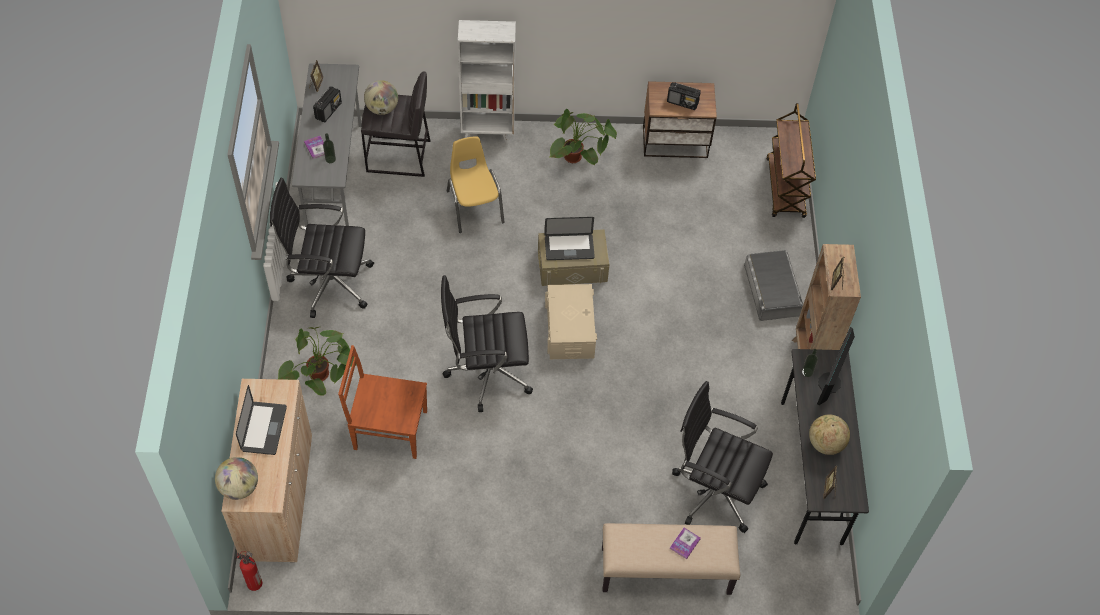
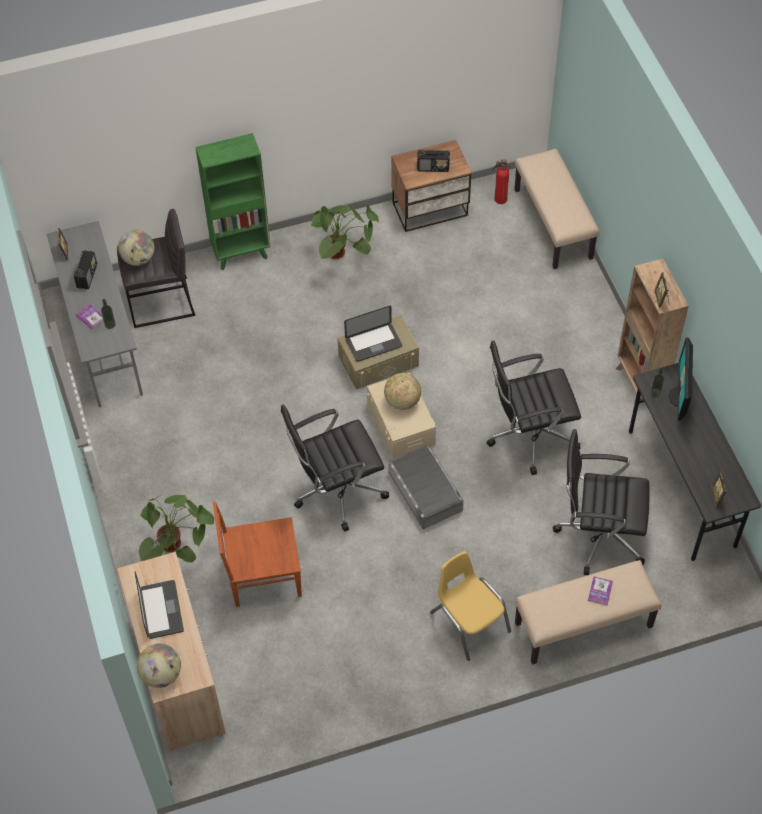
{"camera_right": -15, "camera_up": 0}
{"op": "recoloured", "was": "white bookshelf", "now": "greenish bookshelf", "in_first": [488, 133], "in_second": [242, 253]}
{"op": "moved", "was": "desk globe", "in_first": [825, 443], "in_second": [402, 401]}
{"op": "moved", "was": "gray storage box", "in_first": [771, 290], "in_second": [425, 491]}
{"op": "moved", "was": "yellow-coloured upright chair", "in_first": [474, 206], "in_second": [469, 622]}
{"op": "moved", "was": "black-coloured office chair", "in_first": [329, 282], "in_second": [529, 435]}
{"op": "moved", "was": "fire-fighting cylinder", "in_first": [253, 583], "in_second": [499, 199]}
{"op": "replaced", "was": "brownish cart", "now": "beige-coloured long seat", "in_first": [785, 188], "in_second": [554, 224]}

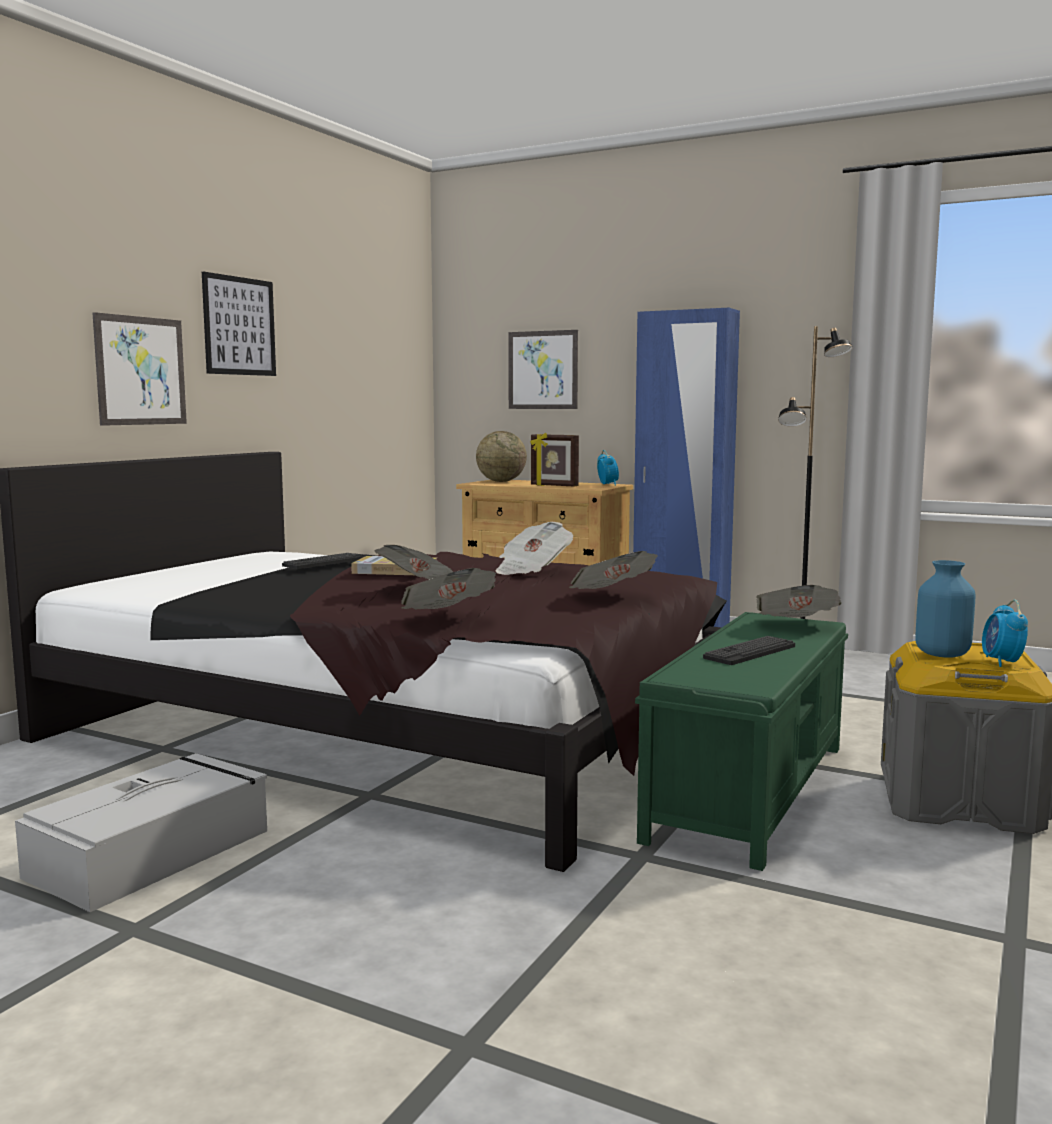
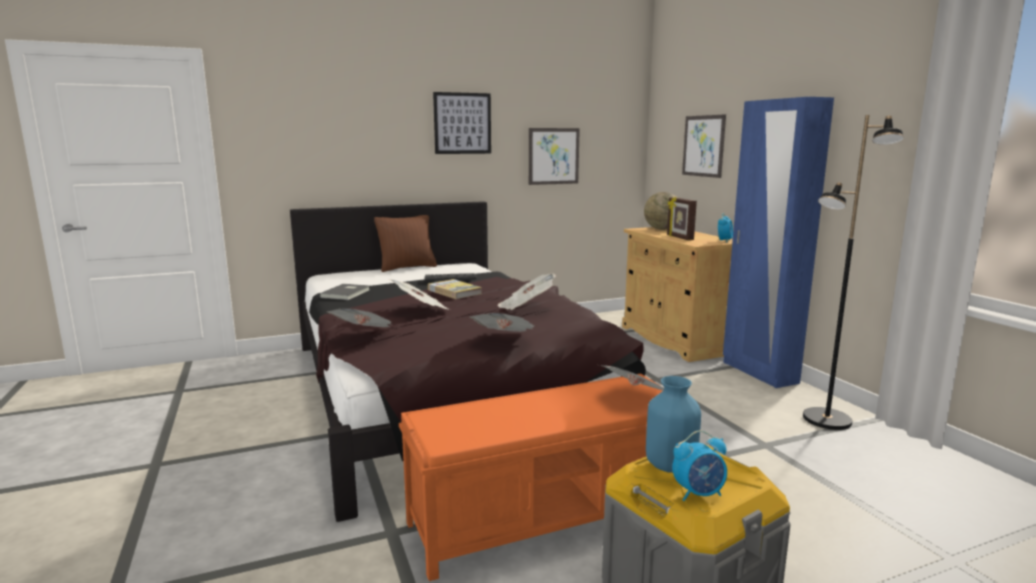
{"camera_right": 40, "camera_up": 5}
{"op": "added", "now": "gray bound book", "in_second": [347, 293]}
{"op": "added", "now": "brownish cushion", "in_second": [407, 268]}
{"op": "recoloured", "was": "greenish long seat", "now": "orange-coloured long seat", "in_first": [750, 790], "in_second": [549, 517]}
{"op": "moved", "was": "wall art", "in_first": [141, 371], "in_second": [553, 156]}
{"op": "turned", "was": "bedside clock", "in_first": [1002, 662], "in_second": [698, 494], "clockwise": -150}
{"op": "removed", "was": "gray storage box", "in_first": [153, 852]}
{"op": "removed", "was": "PC keyboard", "in_first": [750, 652]}

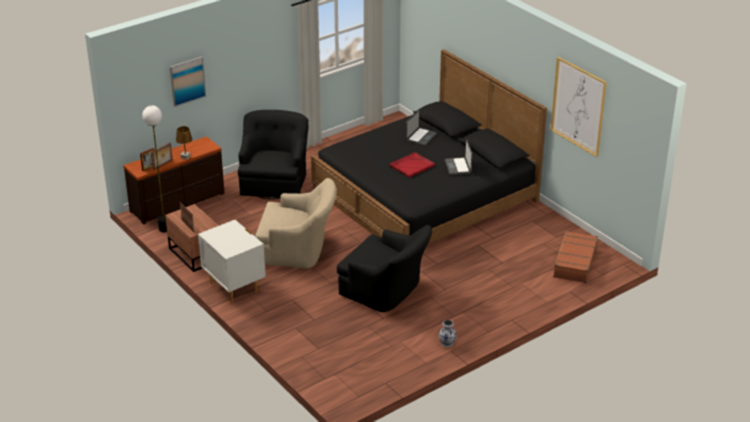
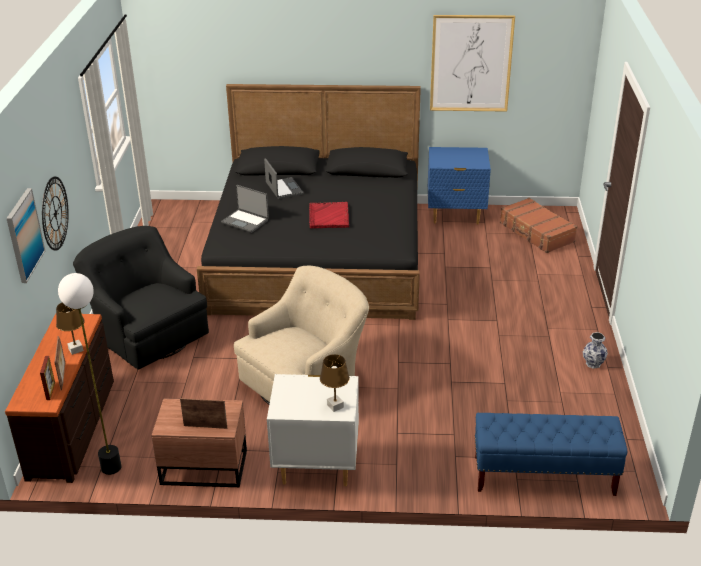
{"camera_right": -50, "camera_up": 0}
{"op": "added", "now": "wall clock", "in_second": [55, 213]}
{"op": "moved", "was": "notebook computer", "in_first": [458, 167], "in_second": [245, 221]}
{"op": "added", "now": "brownish tabletop lamp", "in_second": [335, 406]}
{"op": "added", "now": "blue nightstand", "in_second": [455, 216]}
{"op": "added", "now": "blue long seat", "in_second": [543, 476]}
{"op": "removed", "was": "black-coloured armchair", "in_first": [386, 291]}

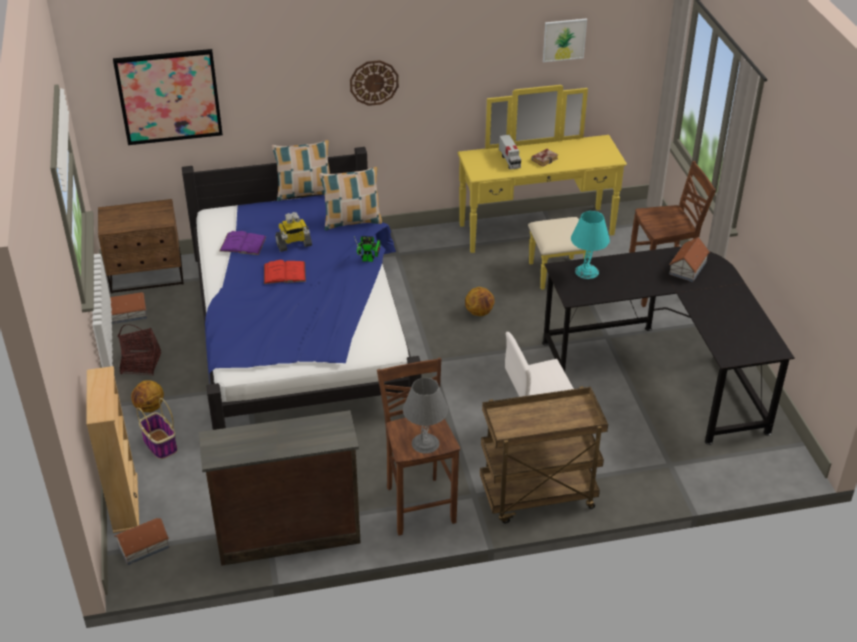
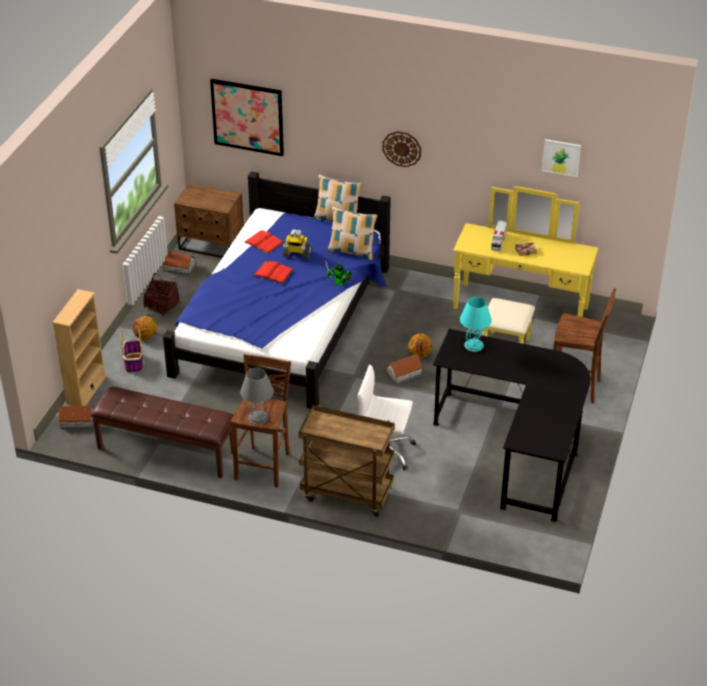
{"camera_right": 30, "camera_up": 0}
{"op": "replaced", "was": "brownish chest of drawers", "now": "brownish long seat", "in_first": [287, 535], "in_second": [166, 451]}
{"op": "recoloured", "was": "purple-coloured bound book", "now": "red-coloured bound book", "in_first": [243, 244], "in_second": [264, 242]}
{"op": "moved", "was": "toy house", "in_first": [687, 268], "in_second": [403, 374]}

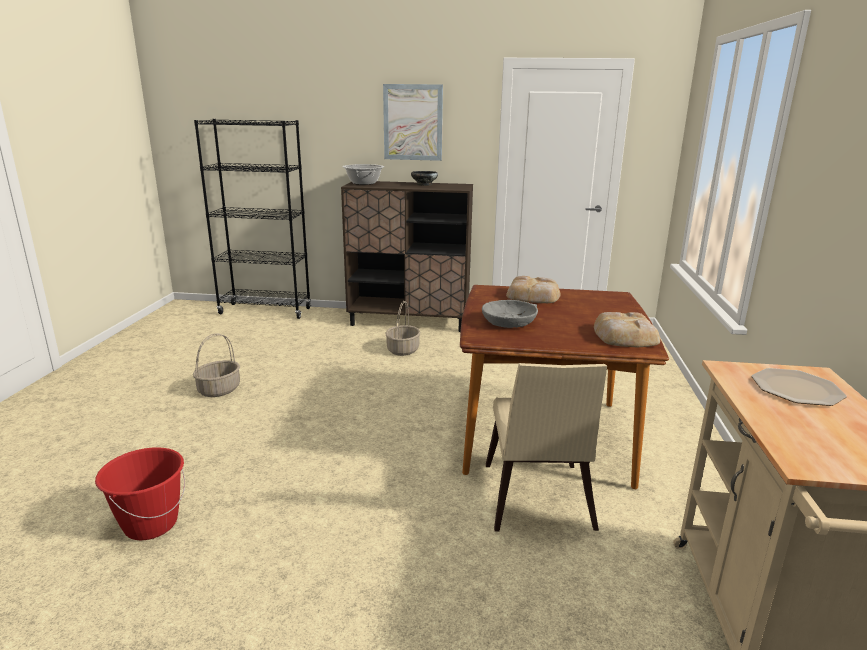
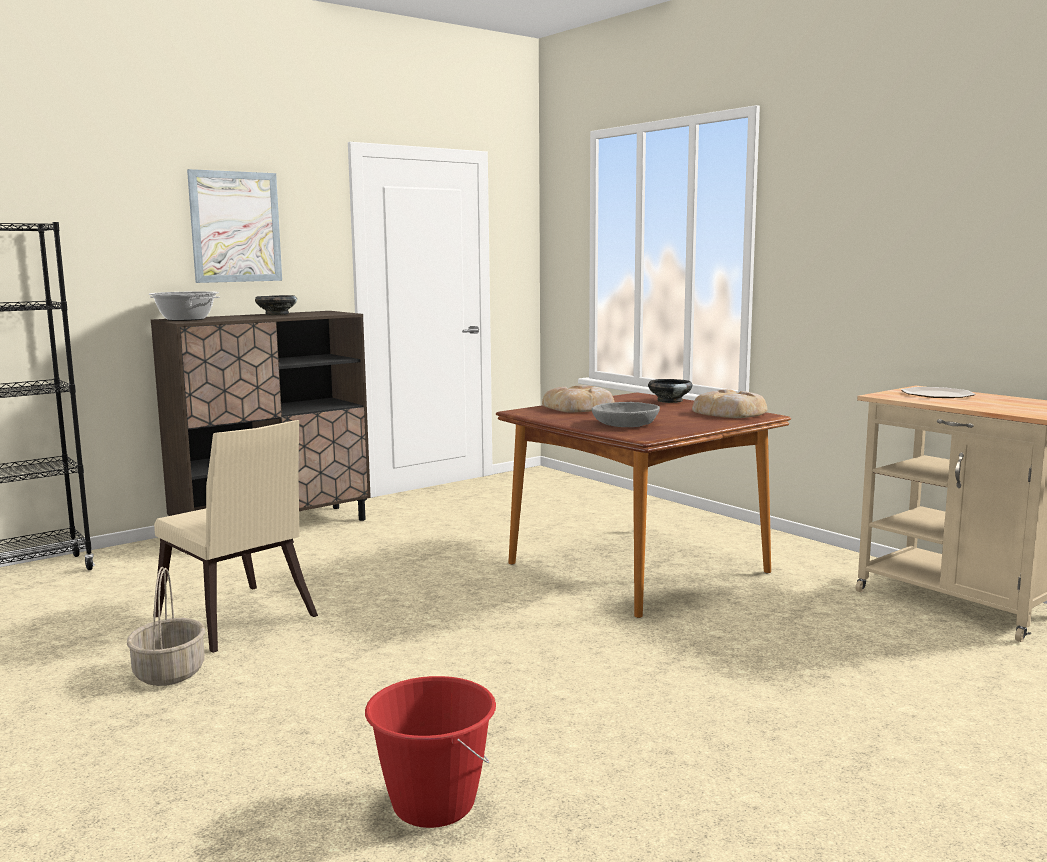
{"camera_right": -45, "camera_up": -10}
{"op": "moved", "was": "beige-coloured upright chair", "in_first": [536, 502], "in_second": [238, 621]}
{"op": "added", "now": "black-coloured bowl", "in_second": [669, 401]}
{"op": "removed", "was": "storage basket", "in_first": [402, 350]}

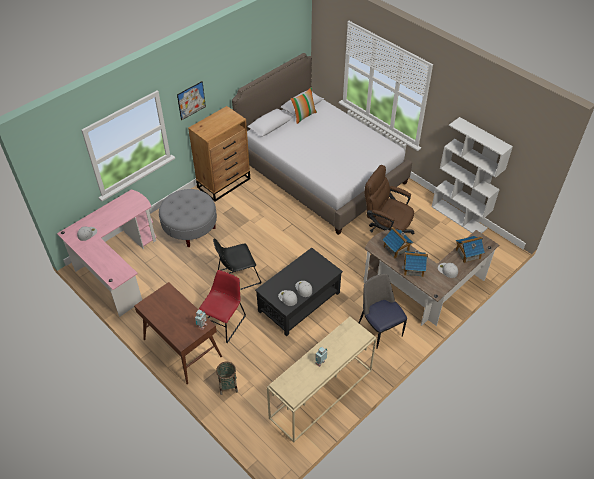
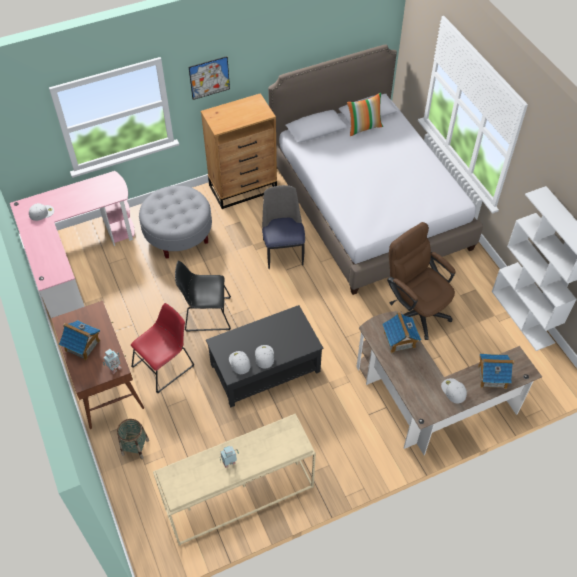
{"camera_right": 20, "camera_up": 5}
{"op": "moved", "was": "toy house", "in_first": [413, 268], "in_second": [82, 346]}
{"op": "moved", "was": "upright chair", "in_first": [379, 329], "in_second": [283, 251]}

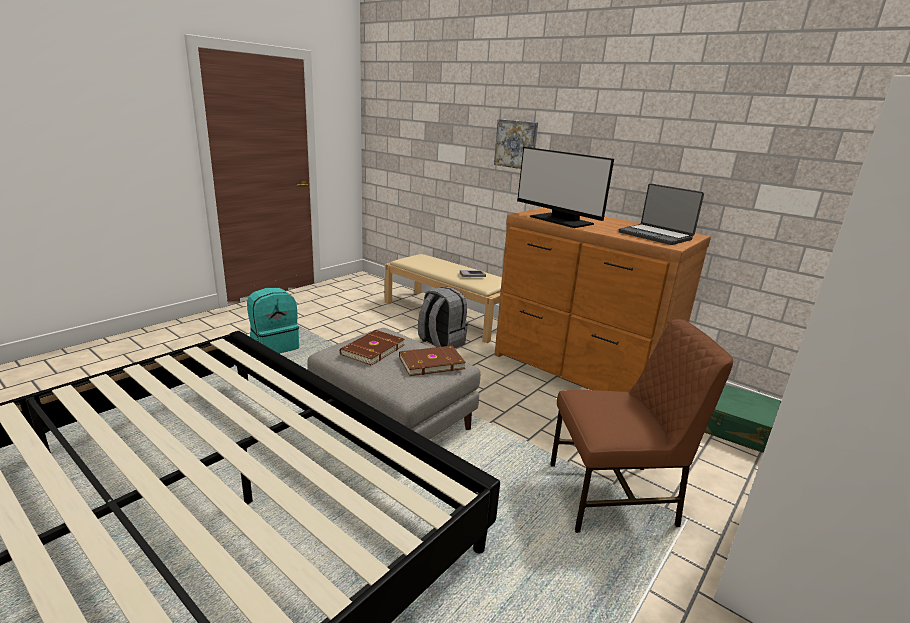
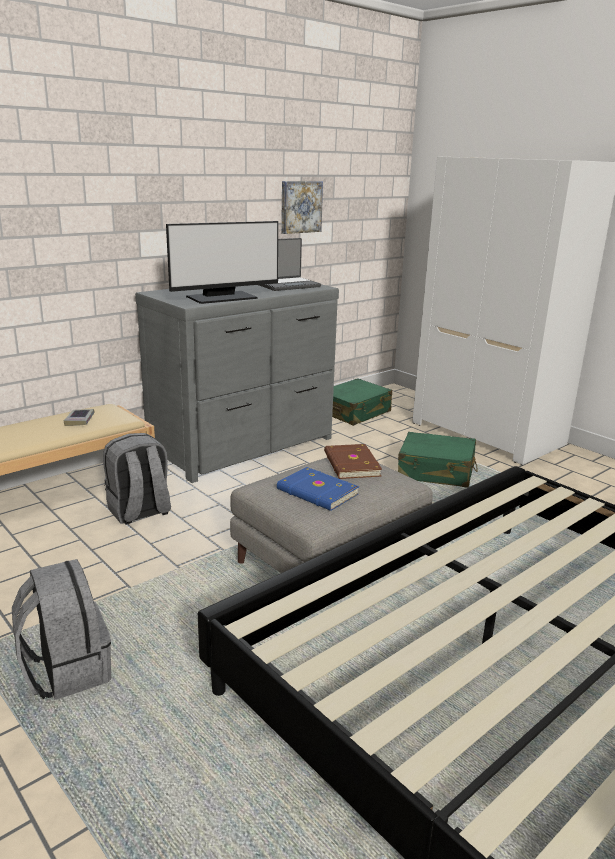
{"camera_right": -80, "camera_up": 0}
{"op": "recoloured", "was": "turquoise rucksack", "now": "gray rucksack", "in_first": [274, 346], "in_second": [66, 670]}
{"op": "recoloured", "was": "brownish chest of drawers", "now": "gray chest of drawers", "in_first": [579, 370], "in_second": [244, 446]}
{"op": "recoloured", "was": "brownish bound book", "now": "blue bound book", "in_first": [372, 349], "in_second": [317, 492]}
{"op": "moved", "was": "wall art", "in_first": [516, 144], "in_second": [300, 207]}
{"op": "replaced", "was": "brownish upright chair", "now": "greenish travel case", "in_first": [614, 496], "in_second": [436, 472]}

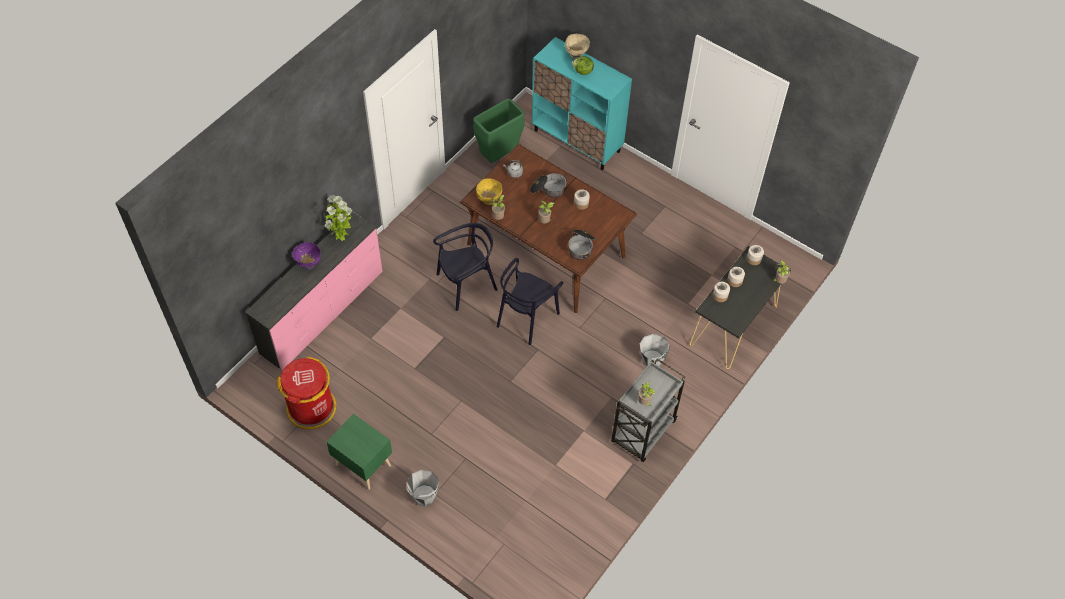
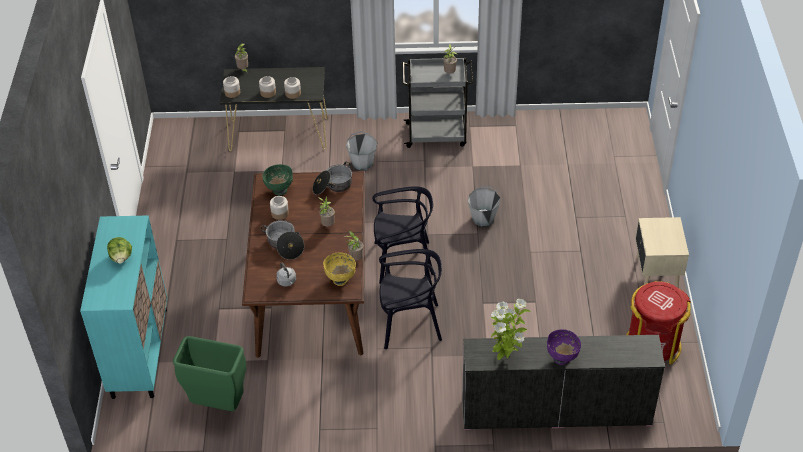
{"camera_right": -125, "camera_up": -10}
{"op": "added", "now": "greenish bowl", "in_second": [279, 190]}
{"op": "turned", "was": "black-coloured upright chair", "in_first": [466, 284], "in_second": [409, 324], "clockwise": 150}
{"op": "moved", "was": "gray water bucket", "in_first": [424, 496], "in_second": [483, 218]}
{"op": "recoloured", "was": "greenish nightstand", "now": "beige-coloured nightstand", "in_first": [363, 464], "in_second": [655, 274]}
{"op": "removed", "was": "beige-coloured bowl", "in_first": [576, 55]}

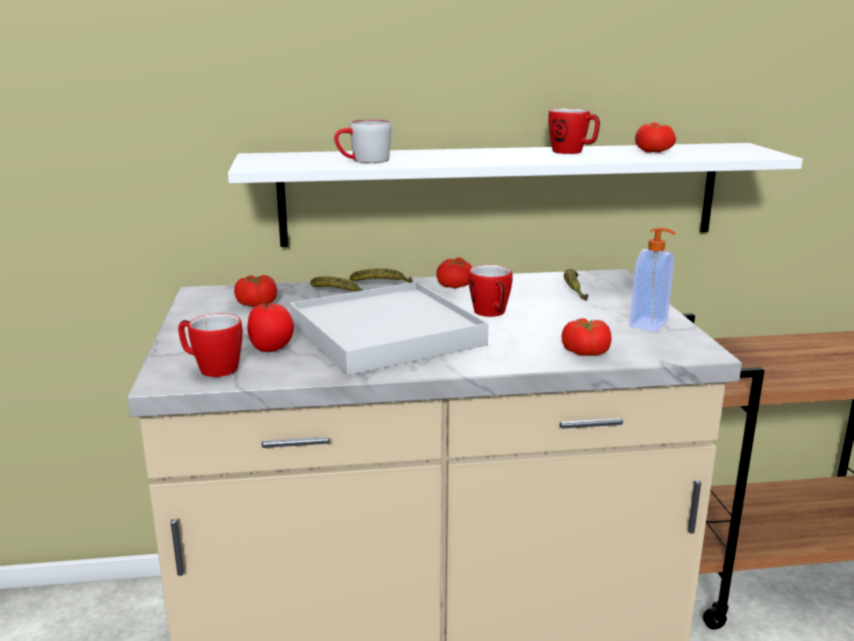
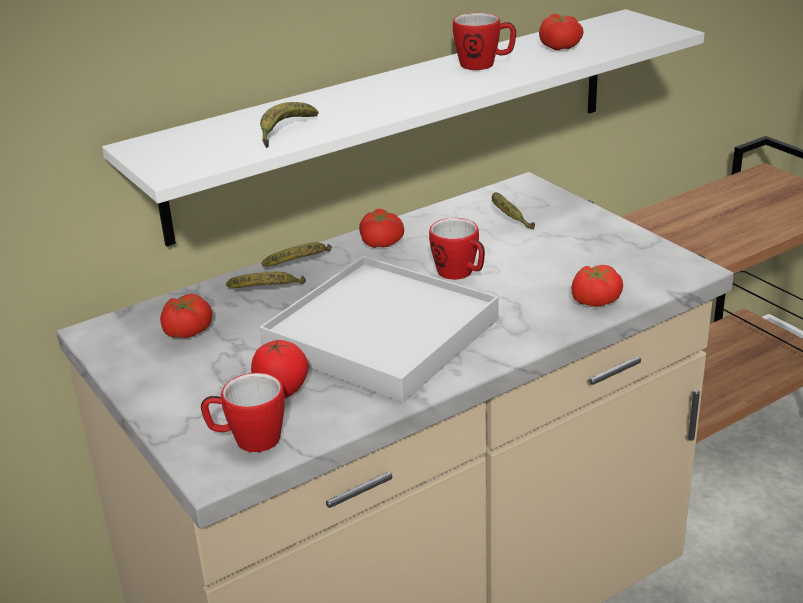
{"camera_right": -25, "camera_up": 10}
{"op": "replaced", "was": "gray coffee mug", "now": "banana fruit", "in_first": [363, 161], "in_second": [285, 132]}
{"op": "removed", "was": "soap bottle", "in_first": [650, 324]}

